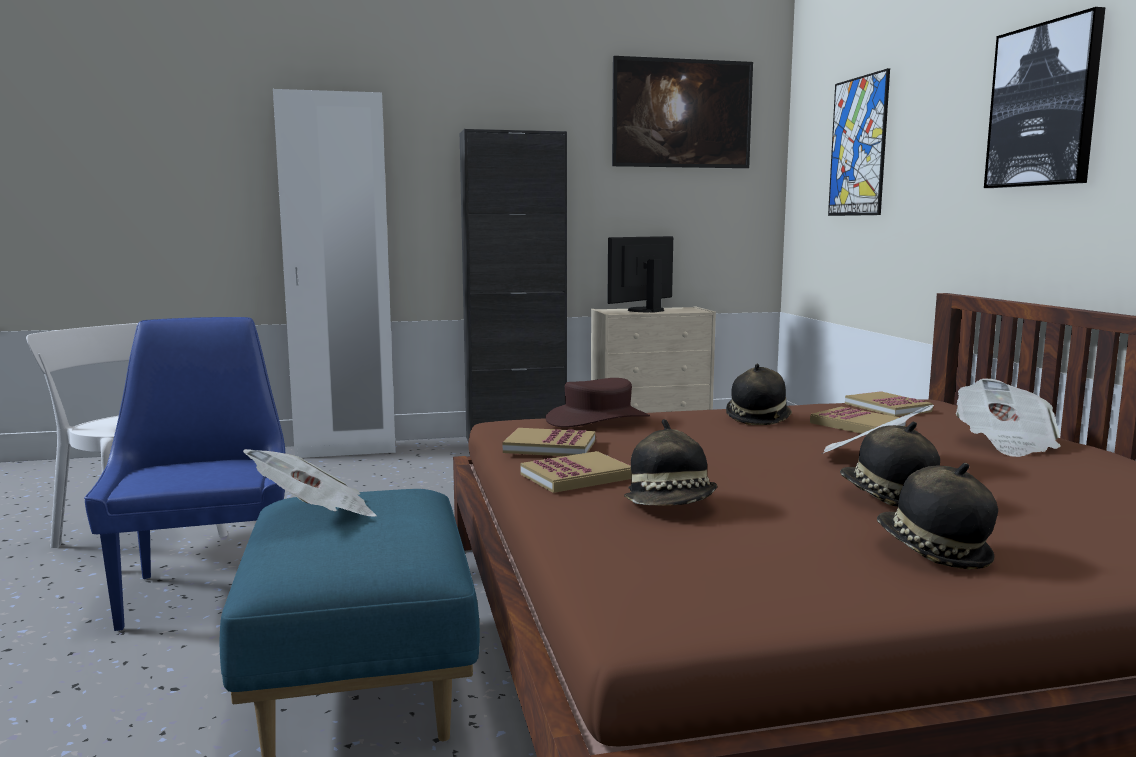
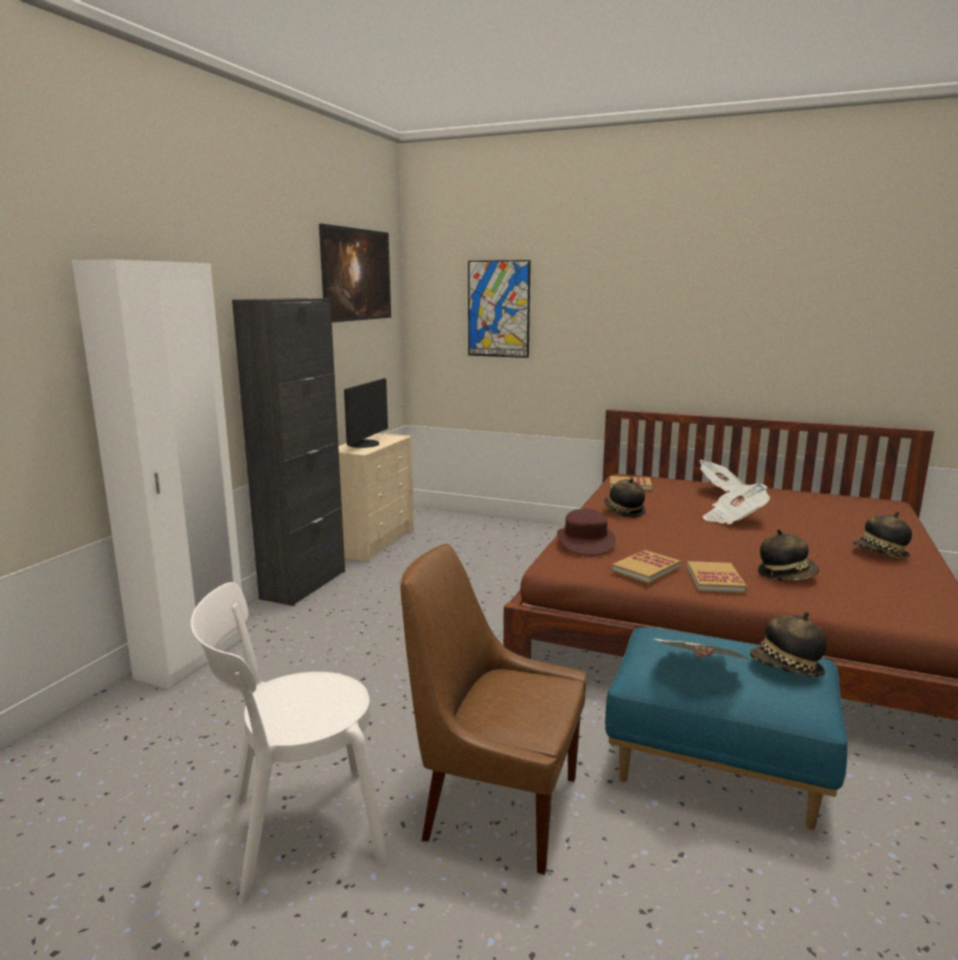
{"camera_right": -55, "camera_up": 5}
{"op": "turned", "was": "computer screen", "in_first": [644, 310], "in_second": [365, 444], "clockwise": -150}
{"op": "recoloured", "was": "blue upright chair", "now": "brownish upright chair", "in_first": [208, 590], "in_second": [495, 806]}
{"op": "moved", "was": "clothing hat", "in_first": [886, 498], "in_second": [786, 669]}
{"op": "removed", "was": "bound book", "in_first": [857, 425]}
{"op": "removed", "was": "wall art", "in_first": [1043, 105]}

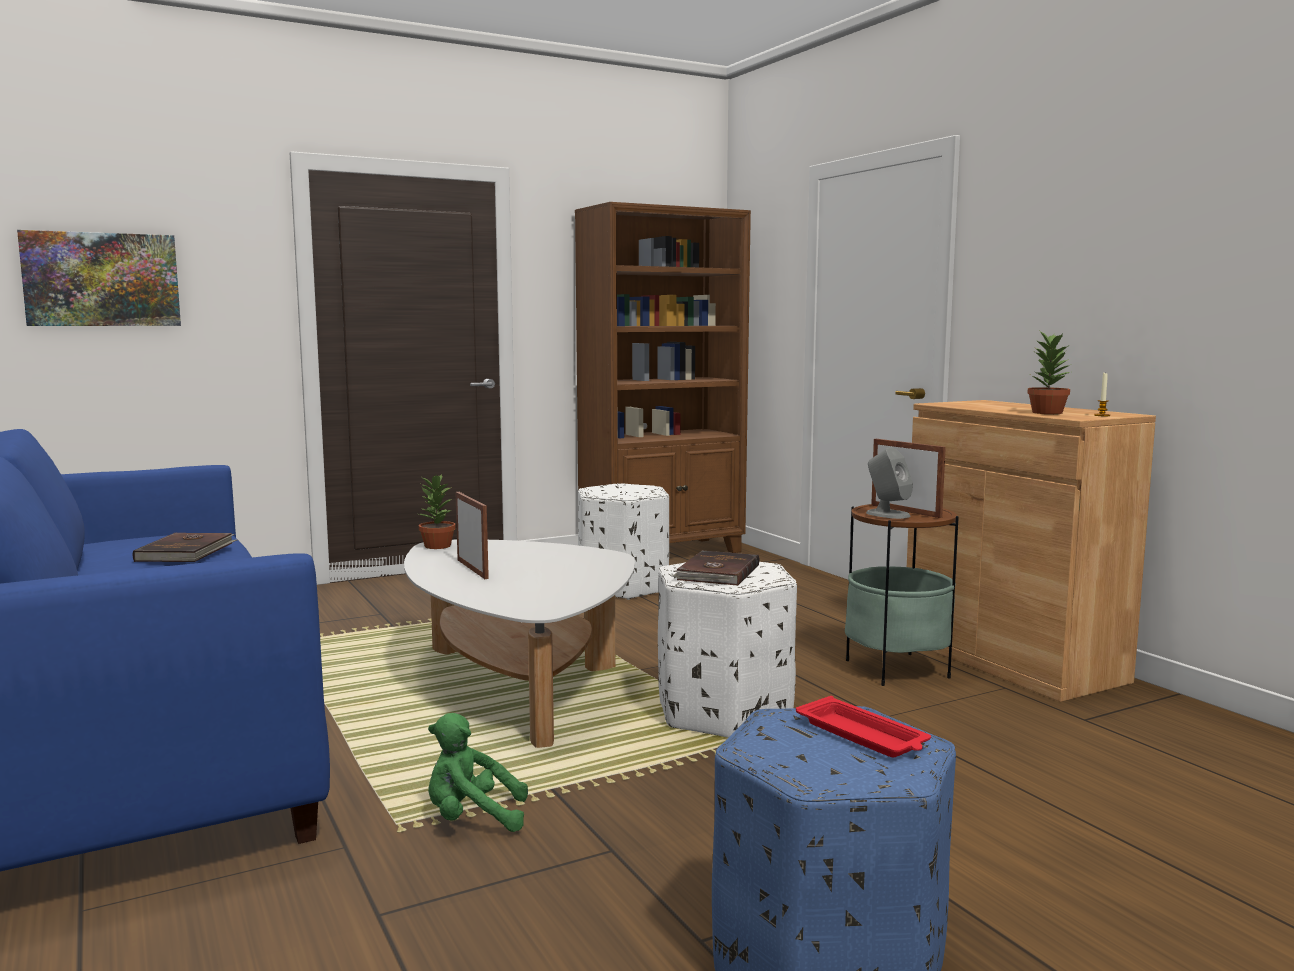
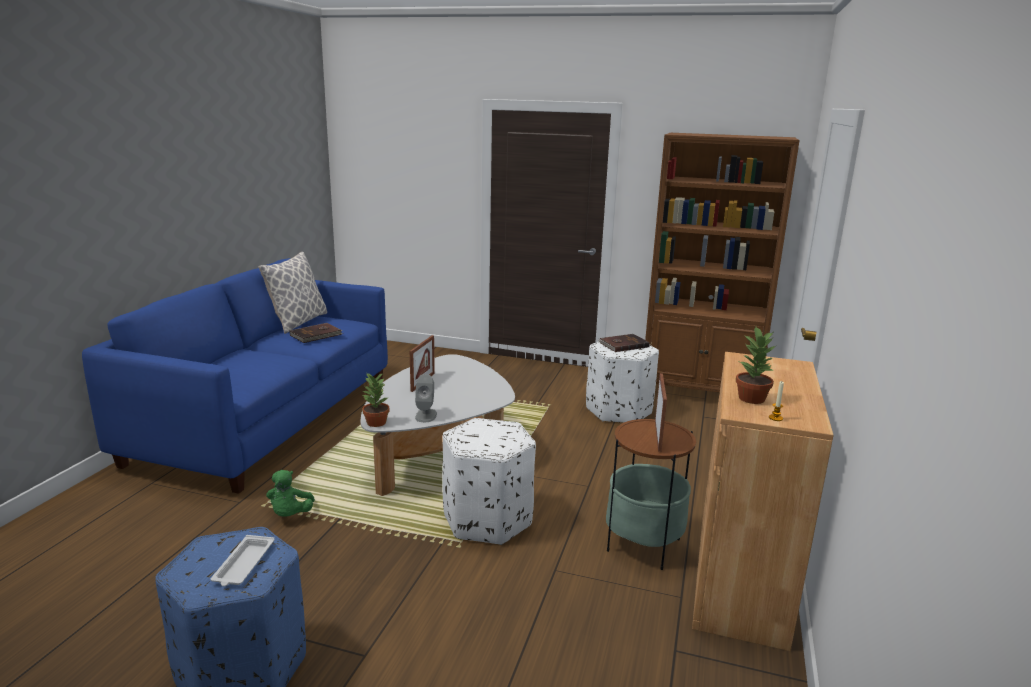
{"camera_right": 45, "camera_up": 10}
{"op": "recoloured", "was": "red-coloured tray", "now": "white tray", "in_first": [863, 735], "in_second": [243, 565]}
{"op": "added", "now": "cushion", "in_second": [298, 322]}
{"op": "turned", "was": "greenish cuddly toy", "in_first": [472, 819], "in_second": [290, 515], "clockwise": -135}
{"op": "moved", "was": "plant in a pot", "in_first": [437, 546], "in_second": [375, 422]}
{"op": "moved", "was": "gray loudspeaker", "in_first": [887, 514], "in_second": [426, 415]}
{"op": "moved", "was": "brownish bound book", "in_first": [716, 572], "in_second": [623, 345]}
{"op": "removed", "was": "wall art", "in_first": [102, 279]}

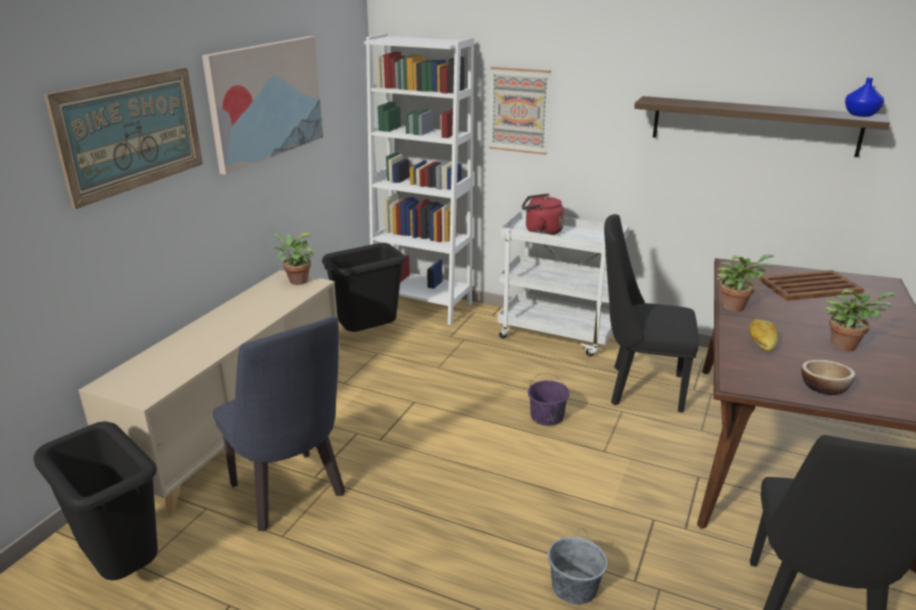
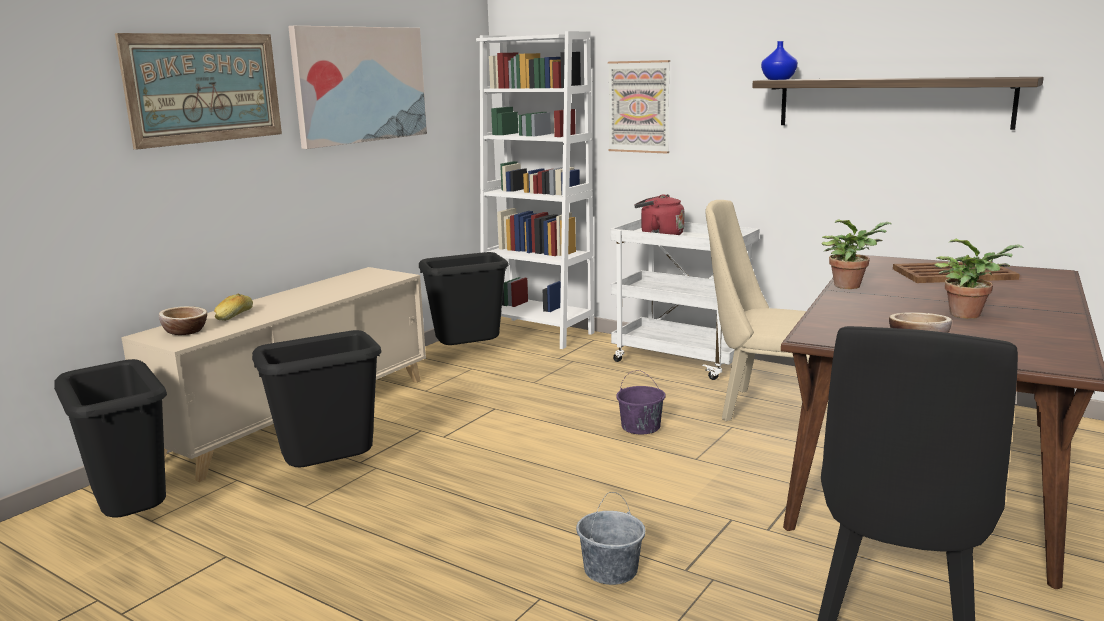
{"camera_right": 10, "camera_up": -10}
{"op": "added", "now": "bowl", "in_second": [185, 331]}
{"op": "moved", "was": "baked bread", "in_first": [760, 342], "in_second": [234, 315]}
{"op": "replaced", "was": "blue upright chair", "now": "black-coloured waste bin", "in_first": [291, 495], "in_second": [329, 475]}
{"op": "recoloured", "was": "black-coloured upright chair", "now": "beige-coloured upright chair", "in_first": [638, 388], "in_second": [760, 408]}
{"op": "moved", "was": "blue decorative vase", "in_first": [860, 114], "in_second": [778, 79]}
{"op": "removed", "was": "plant in a pot", "in_first": [296, 281]}

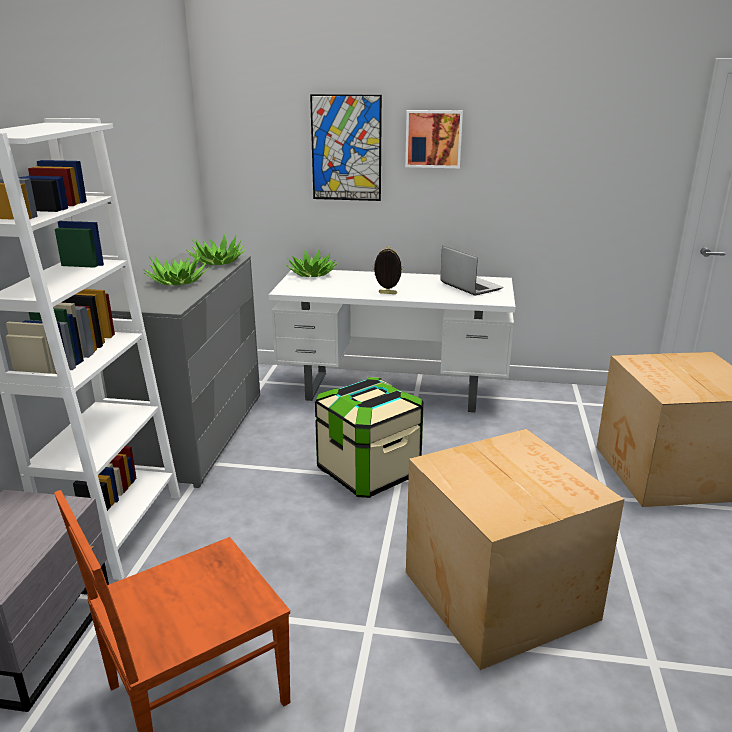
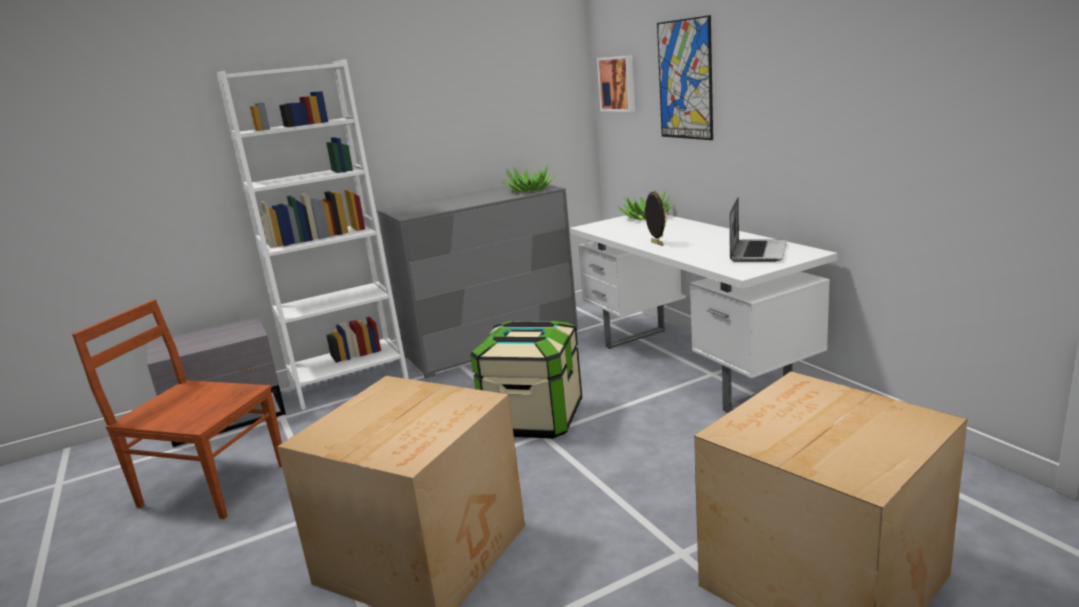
{"camera_right": 55, "camera_up": -5}
{"op": "moved", "was": "wall art", "in_first": [433, 139], "in_second": [618, 83]}
{"op": "removed", "was": "plant in a pot", "in_first": [178, 281]}

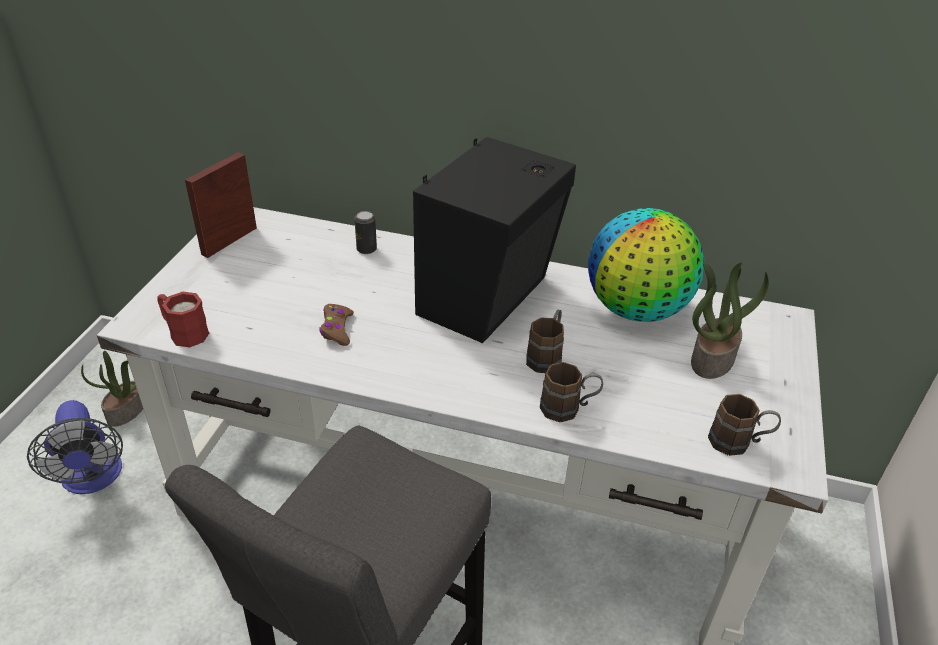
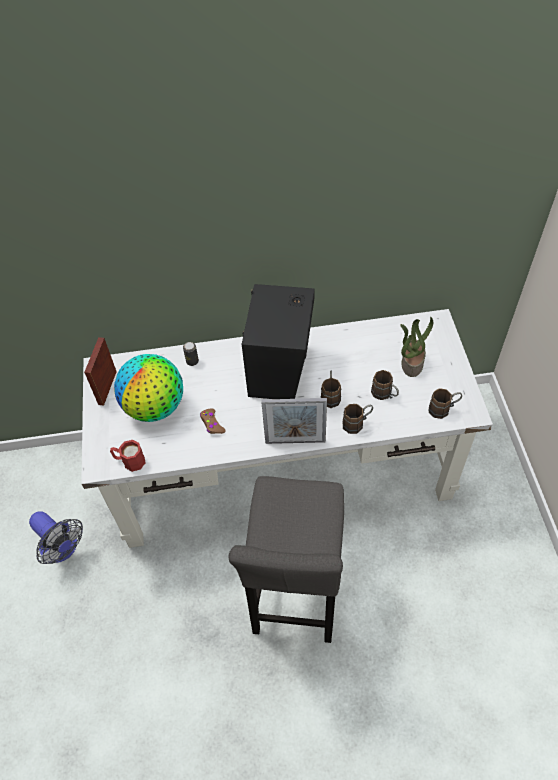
{"camera_right": -20, "camera_up": 15}
{"op": "moved", "was": "desk globe", "in_first": [636, 309], "in_second": [155, 406]}
{"op": "added", "now": "standing frame", "in_second": [295, 441]}
{"op": "added", "now": "brownish coffee mug", "in_second": [384, 395]}
{"op": "removed", "was": "plant in a pot", "in_first": [126, 412]}

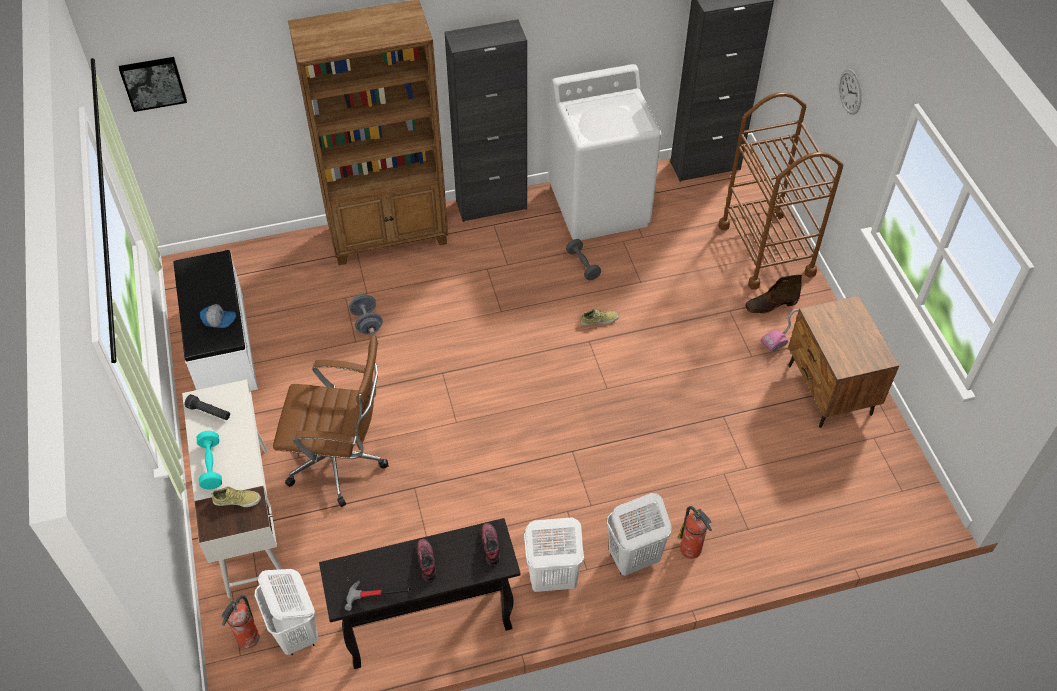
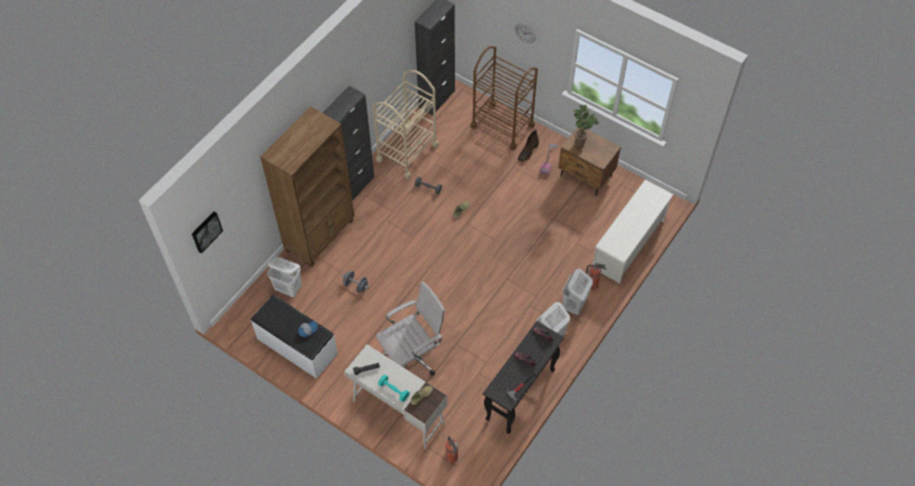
{"camera_right": -40, "camera_up": 5}
{"op": "moved", "was": "white hamper", "in_first": [296, 633], "in_second": [289, 289]}
{"op": "replaced", "was": "white washing machine", "now": "beige-coloured cart", "in_first": [600, 205], "in_second": [407, 152]}
{"op": "recoloured", "was": "brownish office chair", "now": "white office chair", "in_first": [341, 463], "in_second": [413, 357]}
{"op": "added", "now": "plant in a pot", "in_second": [581, 143]}
{"op": "added", "now": "white shoe shelf", "in_second": [628, 244]}

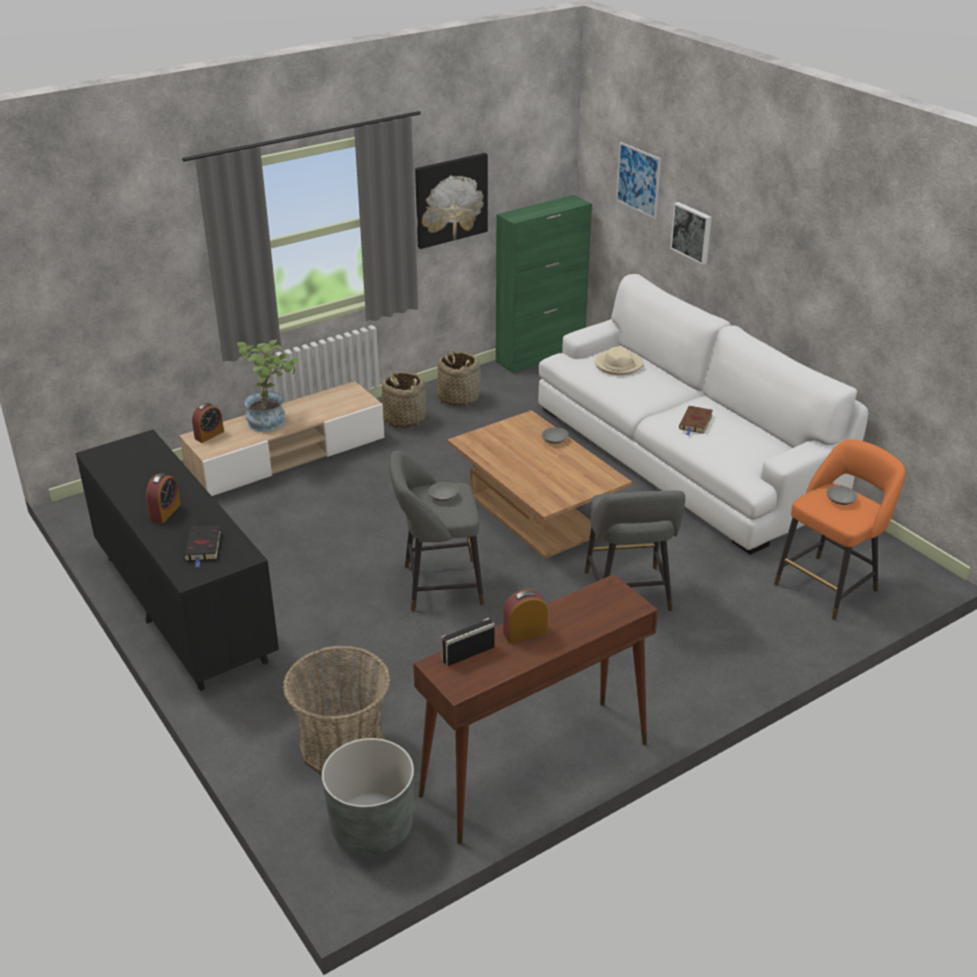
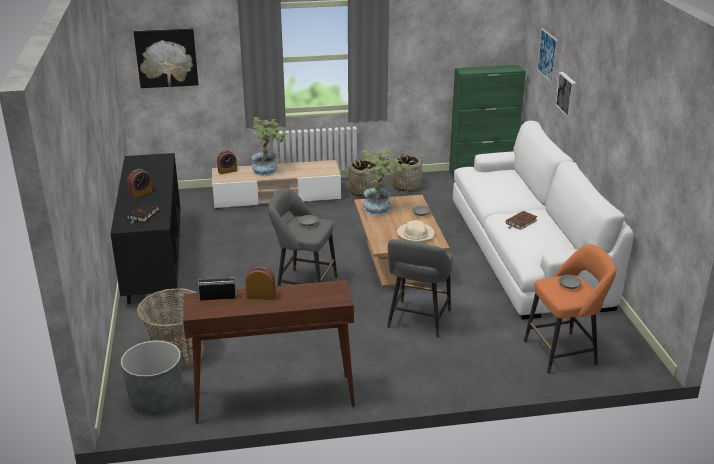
{"camera_right": 25, "camera_up": -5}
{"op": "moved", "was": "wall art", "in_first": [450, 200], "in_second": [166, 58]}
{"op": "added", "now": "plant in a pot", "in_second": [381, 208]}
{"op": "moved", "was": "beige-coloured clothing hat", "in_first": [618, 365], "in_second": [415, 234]}

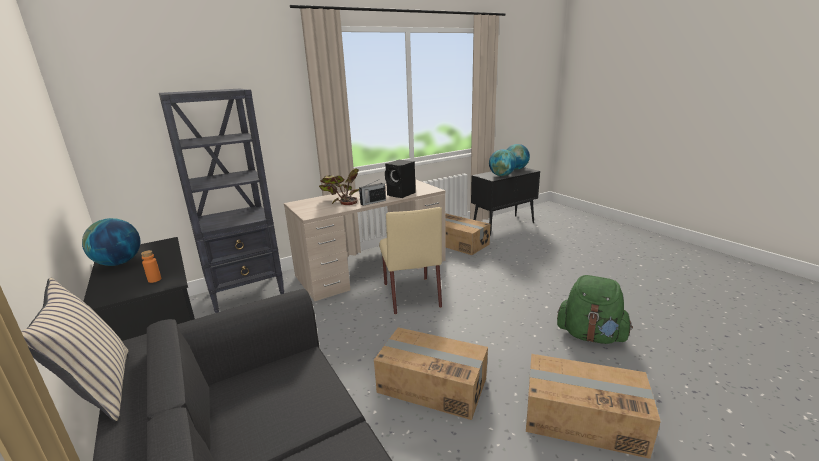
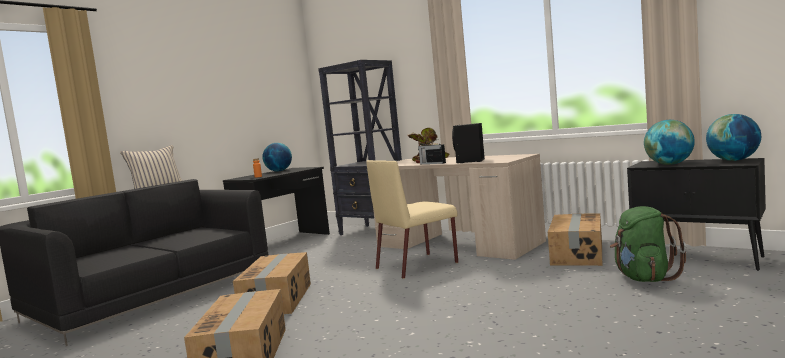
{"camera_right": 70, "camera_up": -15}
{"op": "moved", "was": "greenish rucksack", "in_first": [590, 336], "in_second": [644, 278]}

